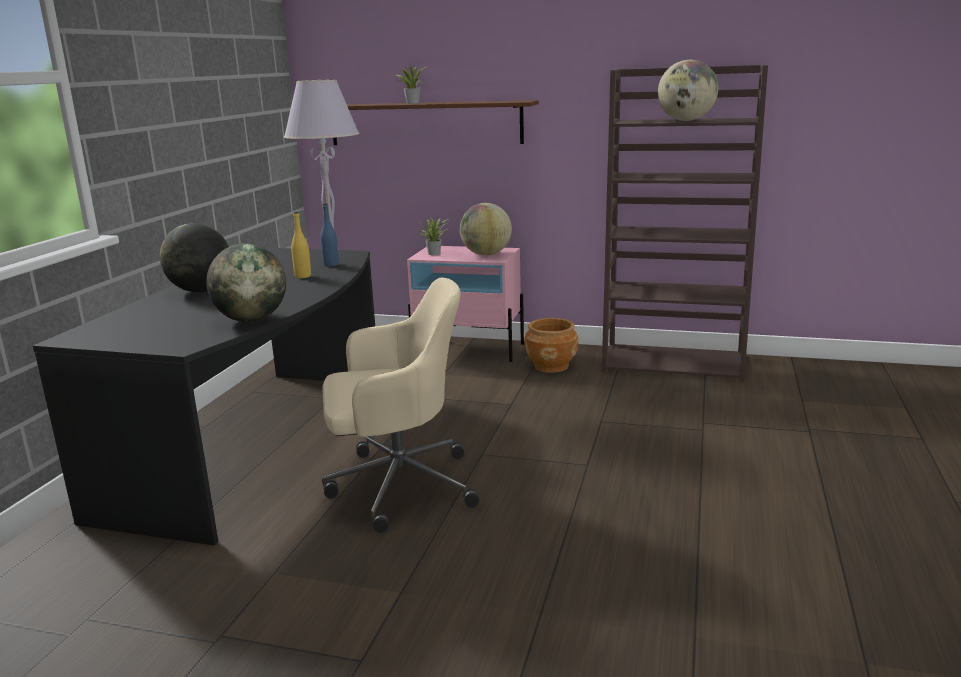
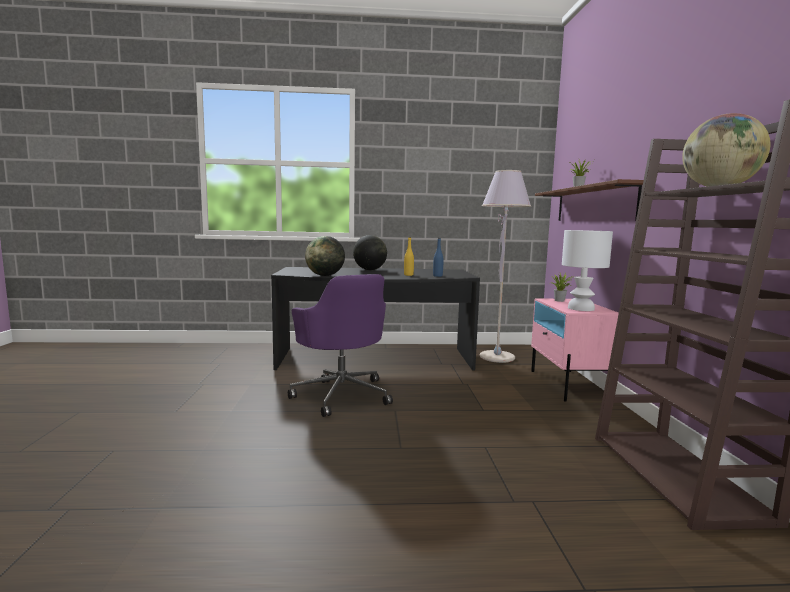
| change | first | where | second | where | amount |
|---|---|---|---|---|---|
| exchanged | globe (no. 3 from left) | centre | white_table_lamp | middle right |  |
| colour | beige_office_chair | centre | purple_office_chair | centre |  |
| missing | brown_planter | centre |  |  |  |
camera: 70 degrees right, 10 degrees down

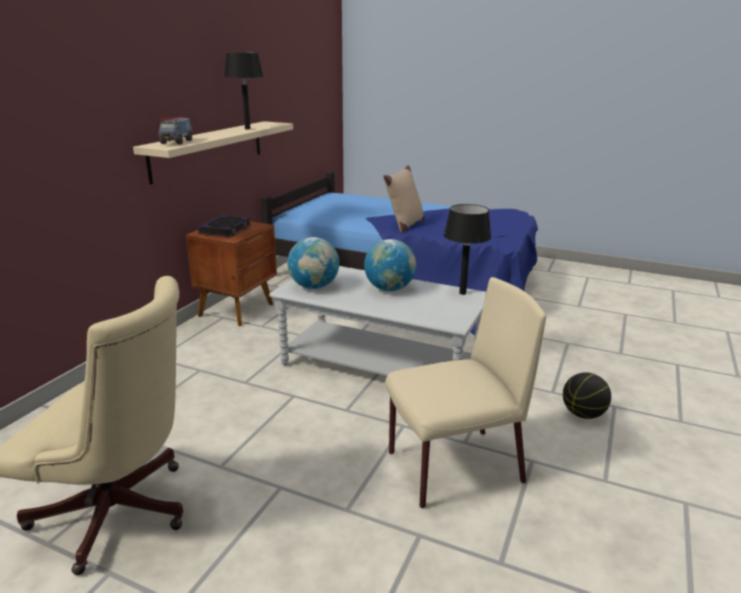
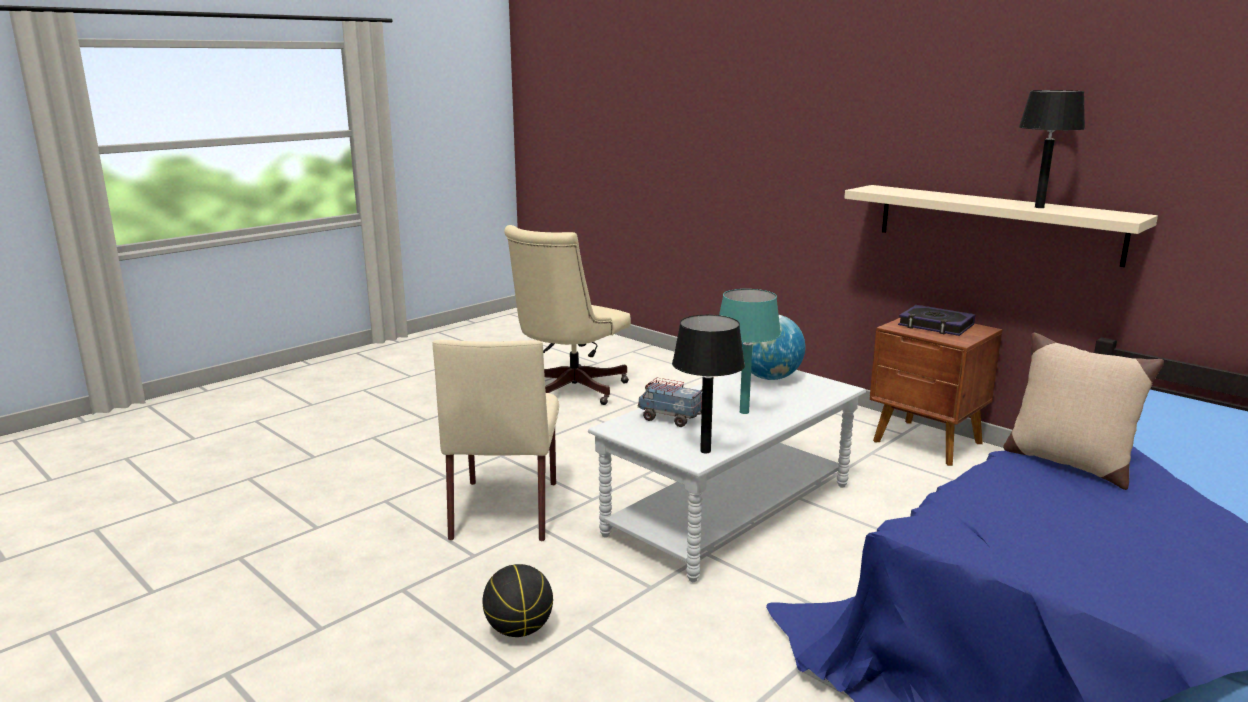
| change | first | where | second | where | amount |
|---|---|---|---|---|---|
| relocated | toy_truck | top left |  | centre |  |
| exchanged | globe (no. 2 from left) | centre | turquoise_table_lamp | centre |  |
camera: 110 degrees right, 5 degrees down

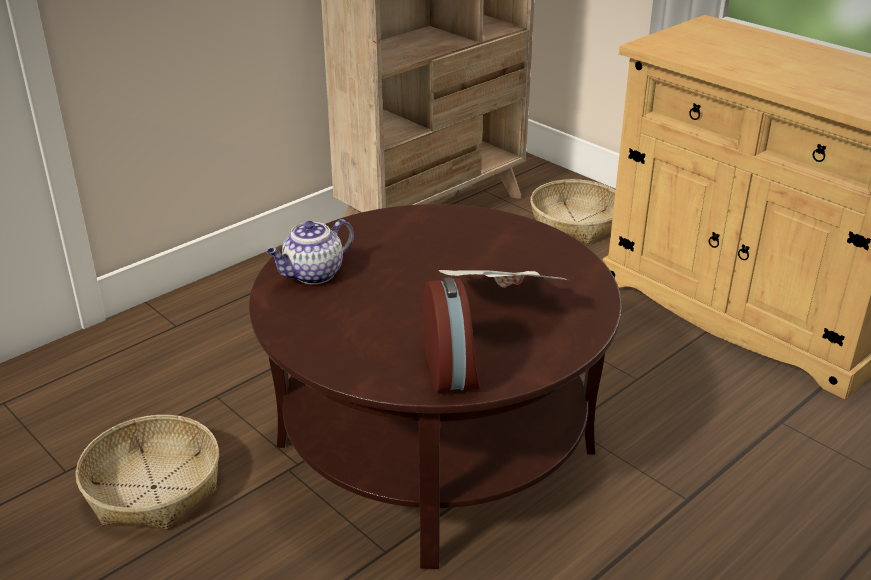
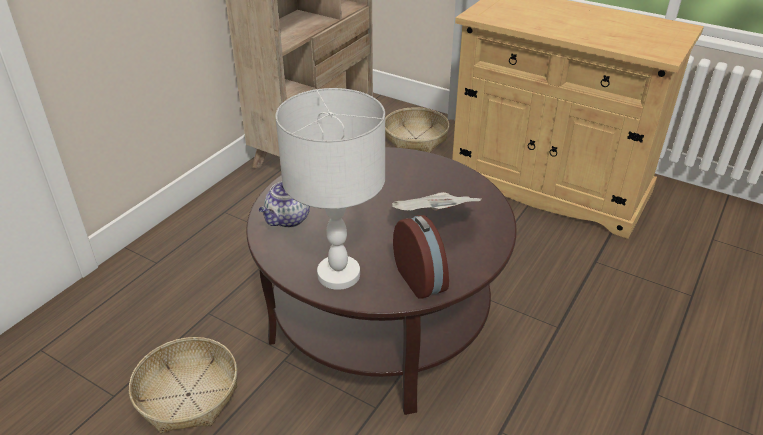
| change | first | where | second | where | amount |
|---|---|---|---|---|---|
| appeared |  |  | white_table_lamp | centre |  |
camera: 15 degrees left, 5 degrees up

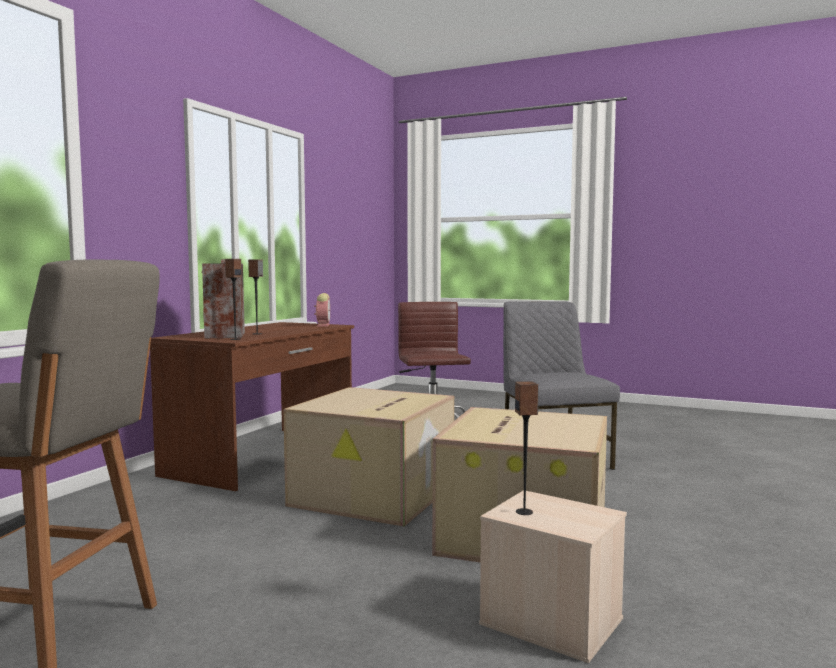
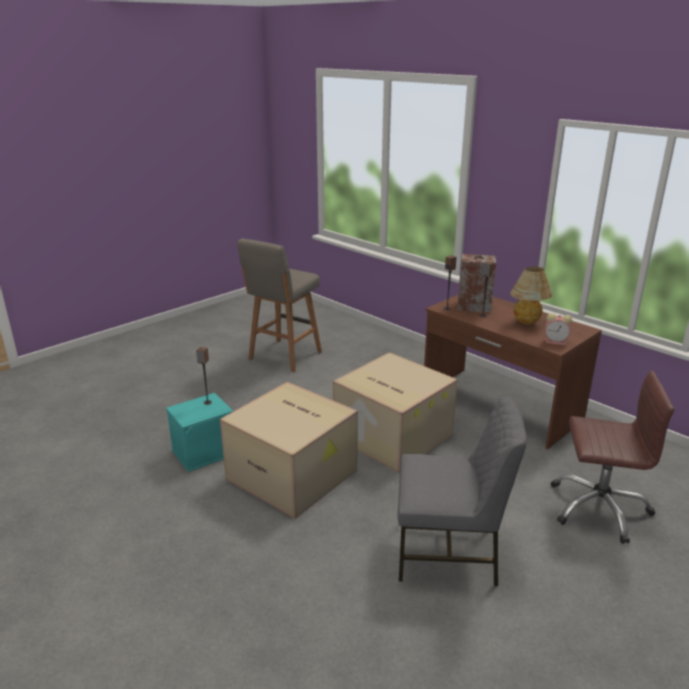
| change | first | where | second | where | amount |
|---|---|---|---|---|---|
| colour | beige_storage_box | bottom centre | turquoise_storage_box | middle left |  |
| appeared |  |  | table_lamp | middle right |  |
camera: 110 degrees right, 20 degrees up

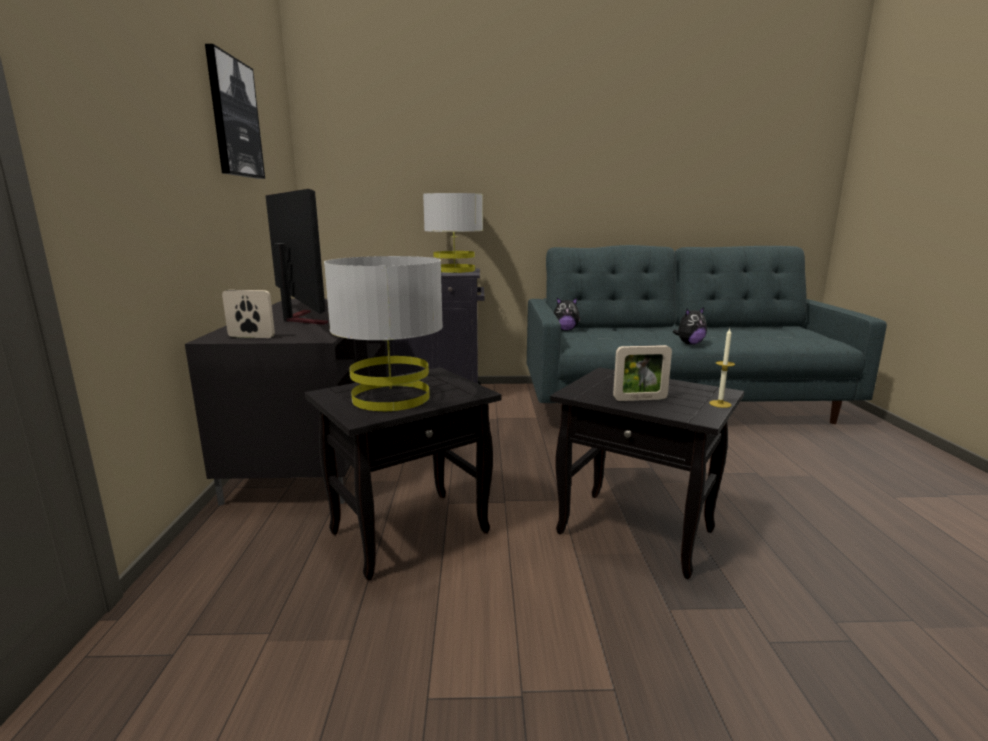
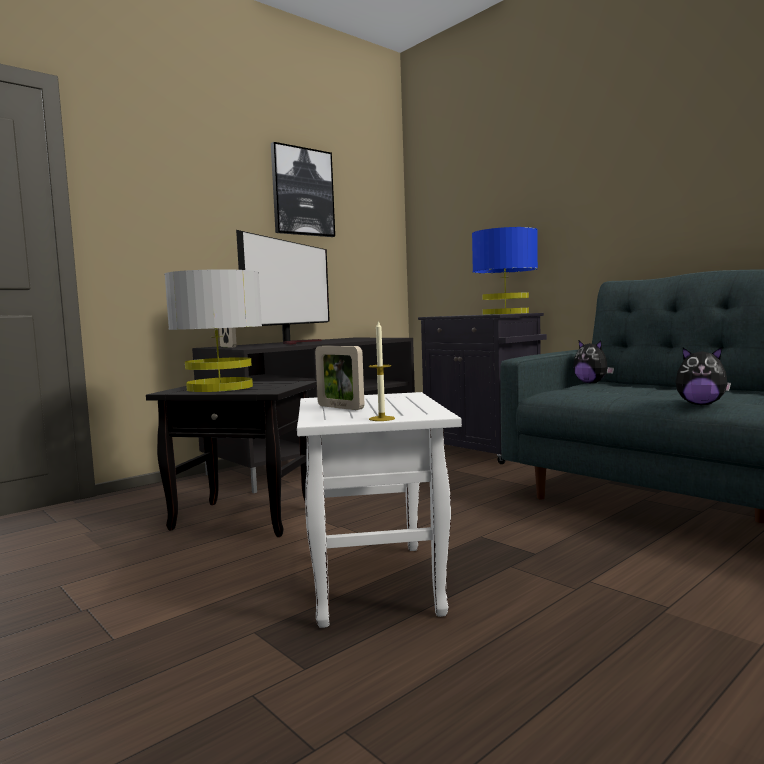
| change | first | where | second | where | amount |
|---|---|---|---|---|---|
| colour | grey_table_lamp (no. 2 from left) | top centre | blue_table_lamp | centre |  |
| colour | black_side_table (no. 2 from left) | centre | white_side_table | bottom centre |  |
camera: 50 degrees right, 10 degrees down

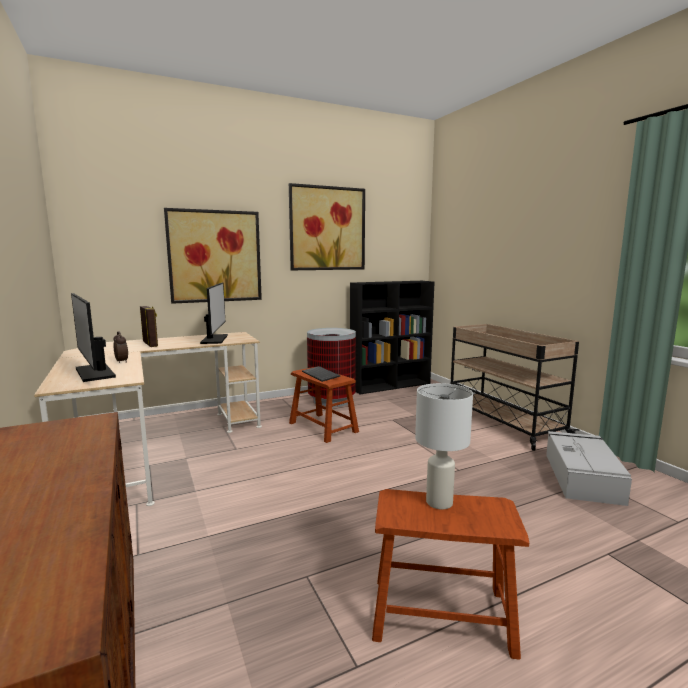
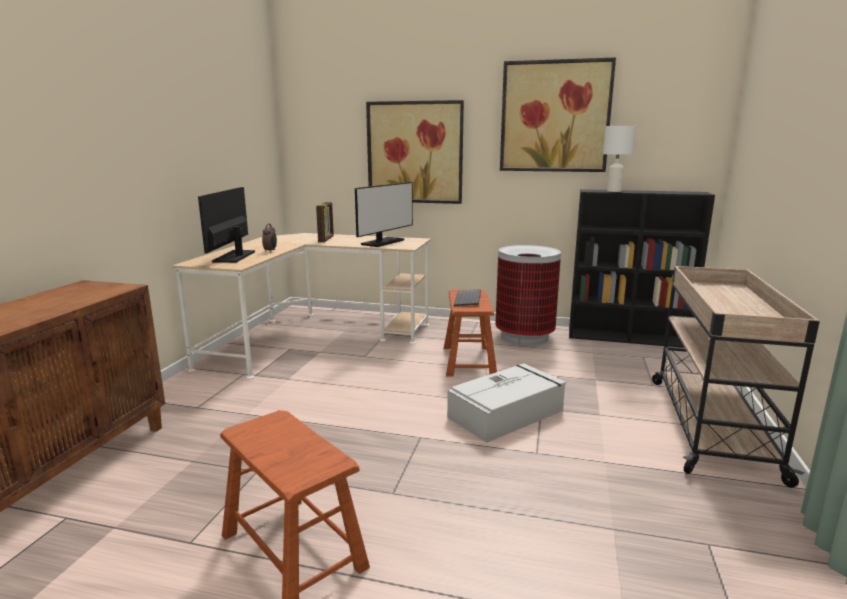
| change | first | where | second | where | amount |
|---|---|---|---|---|---|
| relocated | white_table_lamp | centre |  | top right |  |
| relocated | grey_storage_box | bottom right |  | bottom centre |  |
camera: 40 degrees right, 5 degrees up

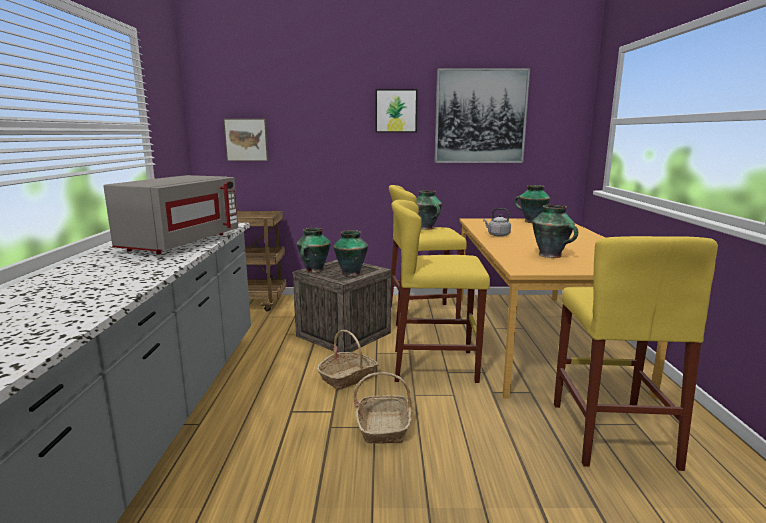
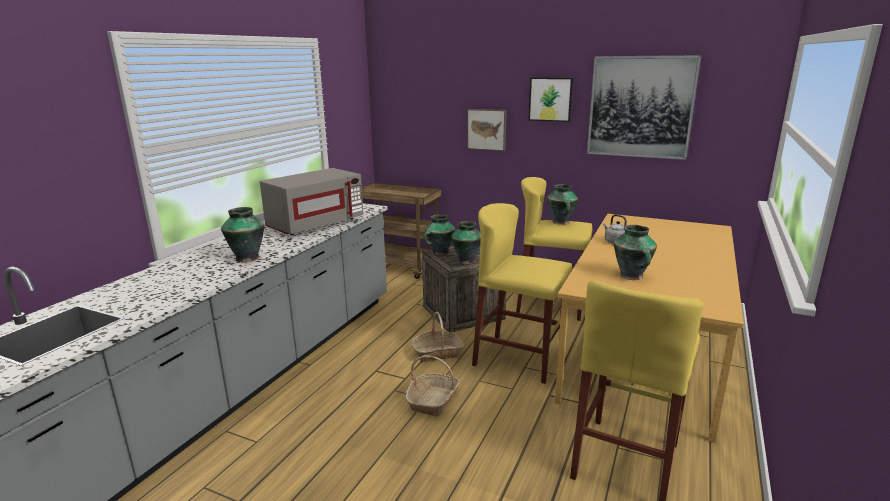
| change | first | where | second | where | amount |
|---|---|---|---|---|---|
| relocated | picture (no. 1 from left) | top left |  | top centre |  |
| relocated | vase (no. 4 from left in the first image) | middle right | vase (no. 1 from left) | middle left |  |
camera: 25 degrees right, 5 degrees up

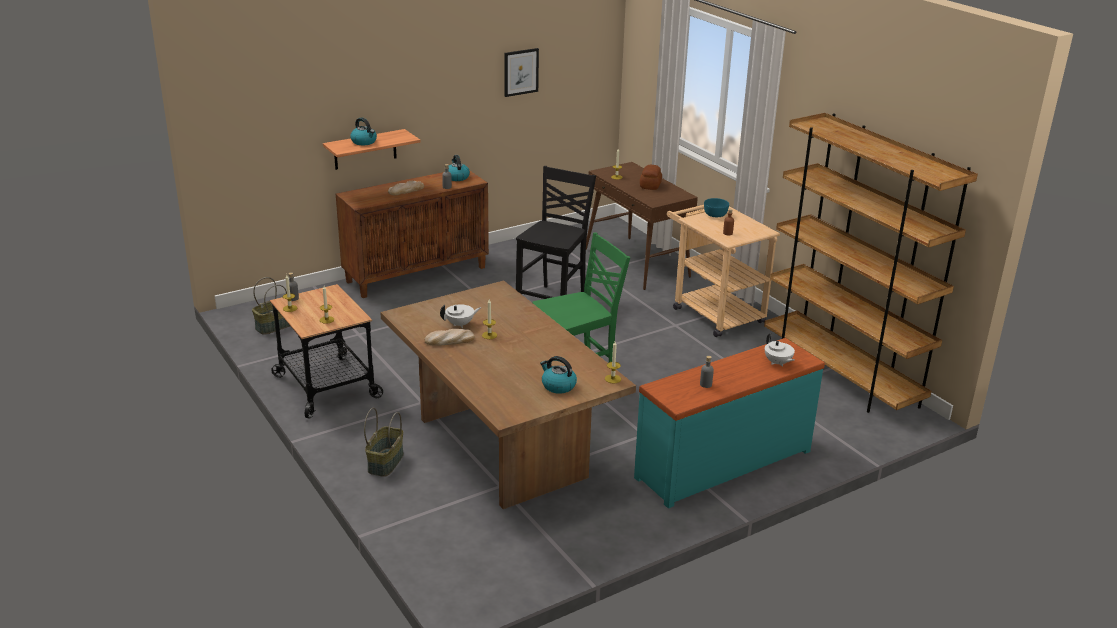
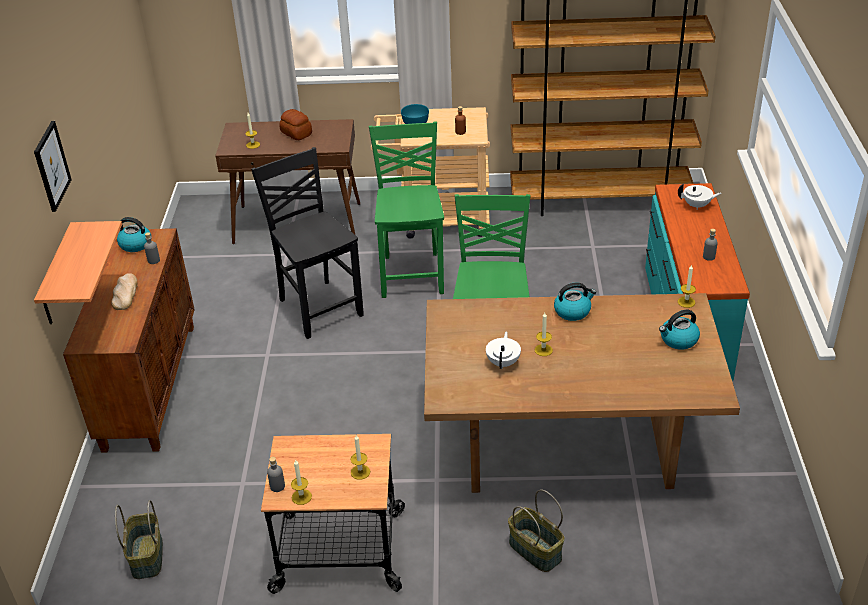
| change | first | where | second | where | amount |
|---|---|---|---|---|---|
| relocated | picture | top centre |  | top left |  |
| relocated | kettle (no. 1 from left in the first image) | top left | kettle (no. 2 from left) | centre |  |
| missing | bread (no. 2 from left) | centre |  |  |  |
| appeared |  |  | green_chair (no. 1 from left) | centre |  |
camera: 55 degrees left, 10 degrees up

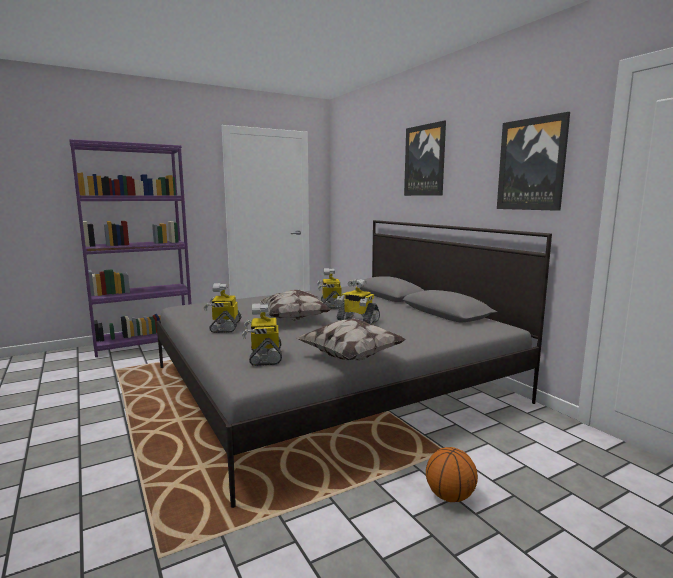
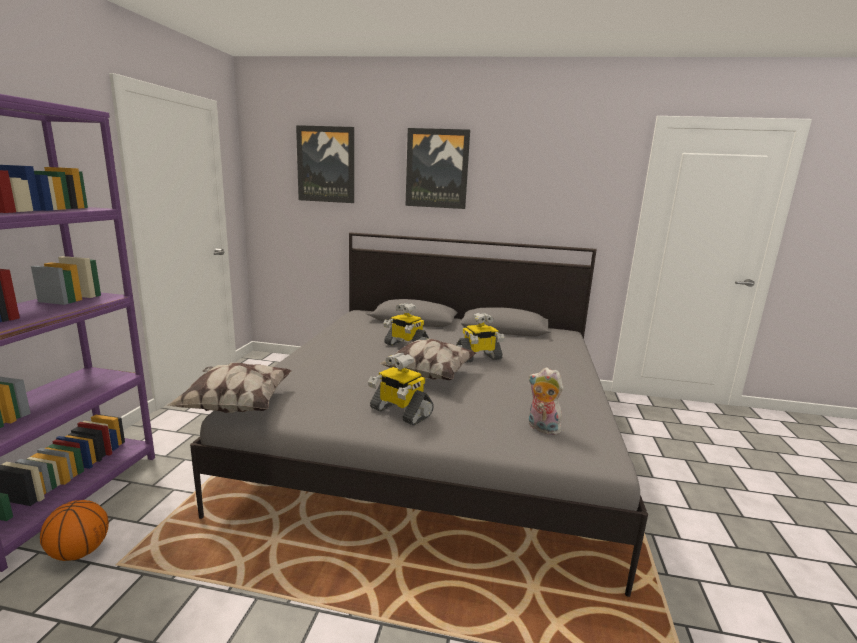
| change | first | where | second | where | amount |
|---|---|---|---|---|---|
| relocated | picture (no. 2 from left in the first image) | top right | picture (no. 1 from left) | top centre |  |
| exchanged | toy_robot (no. 2 from left) | centre | plush_toy | centre |  |
| relocated | pillow (no. 2 from left in the first image) | centre | pillow (no. 1 from left) | middle left |  |
| relocated | basketball | bottom right |  | bottom left |  |
camera: 50 degrees left, 5 degrees up

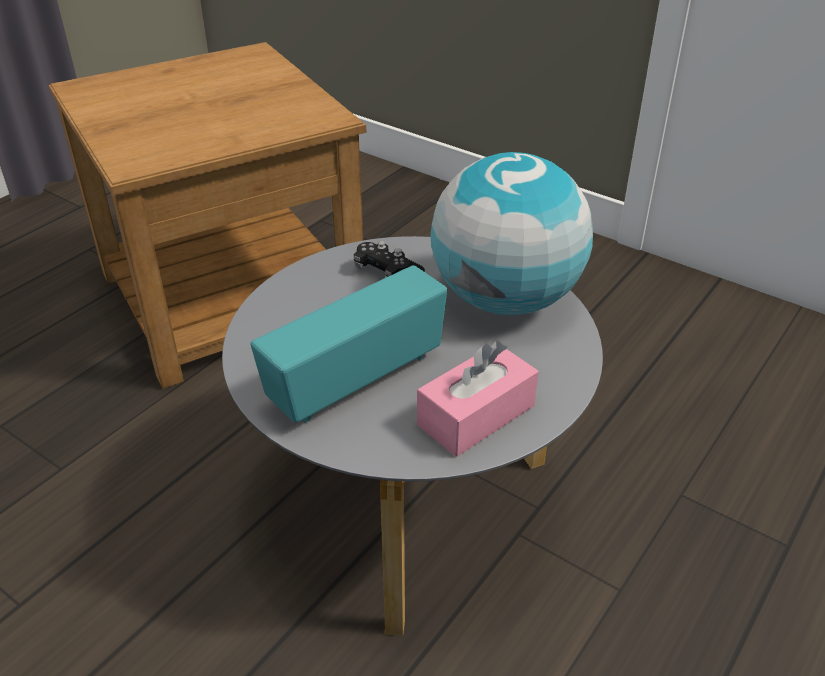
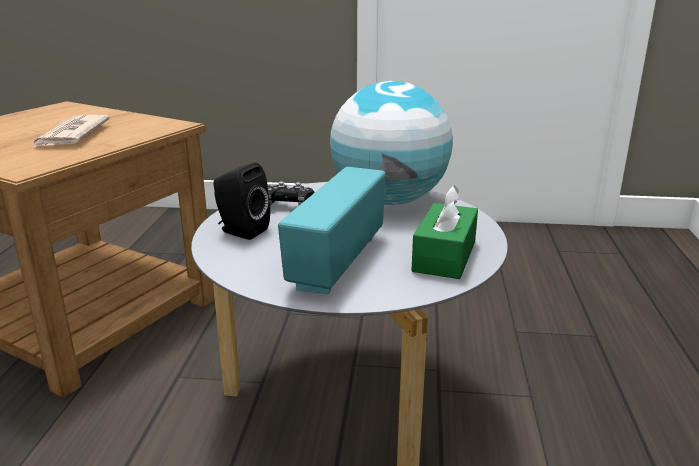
| change | first | where | second | where | amount |
|---|---|---|---|---|---|
| colour | pink_tissue_box | centre | green_tissue_box | centre |  |
| appeared |  |  | newspaper | top left |  |
| appeared |  |  | black_speaker | centre |  |
camera: 30 degrees left, 15 degrees down

